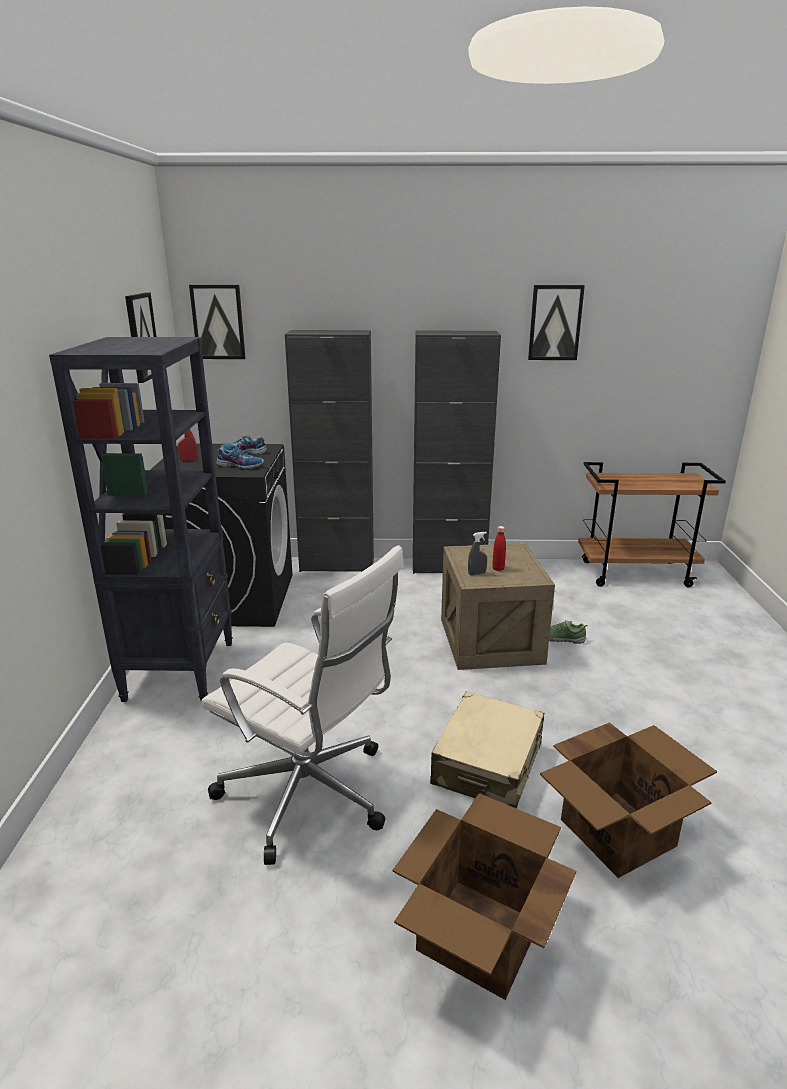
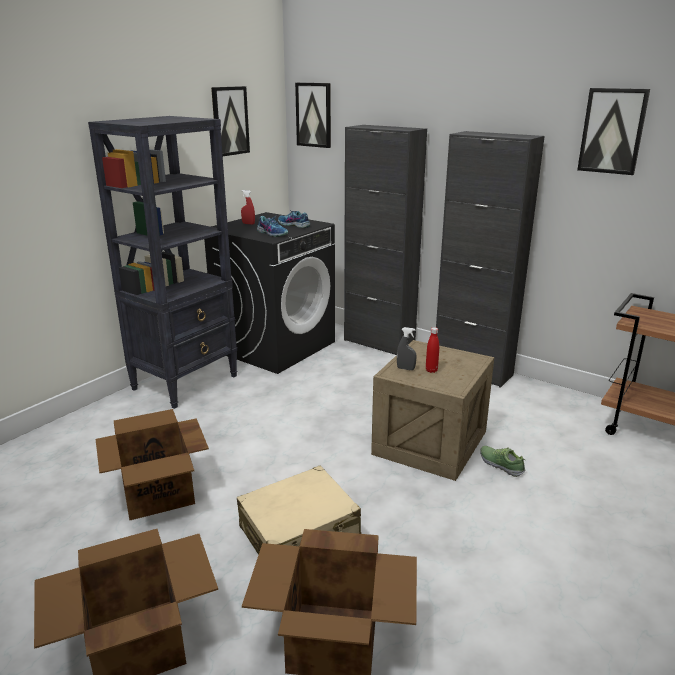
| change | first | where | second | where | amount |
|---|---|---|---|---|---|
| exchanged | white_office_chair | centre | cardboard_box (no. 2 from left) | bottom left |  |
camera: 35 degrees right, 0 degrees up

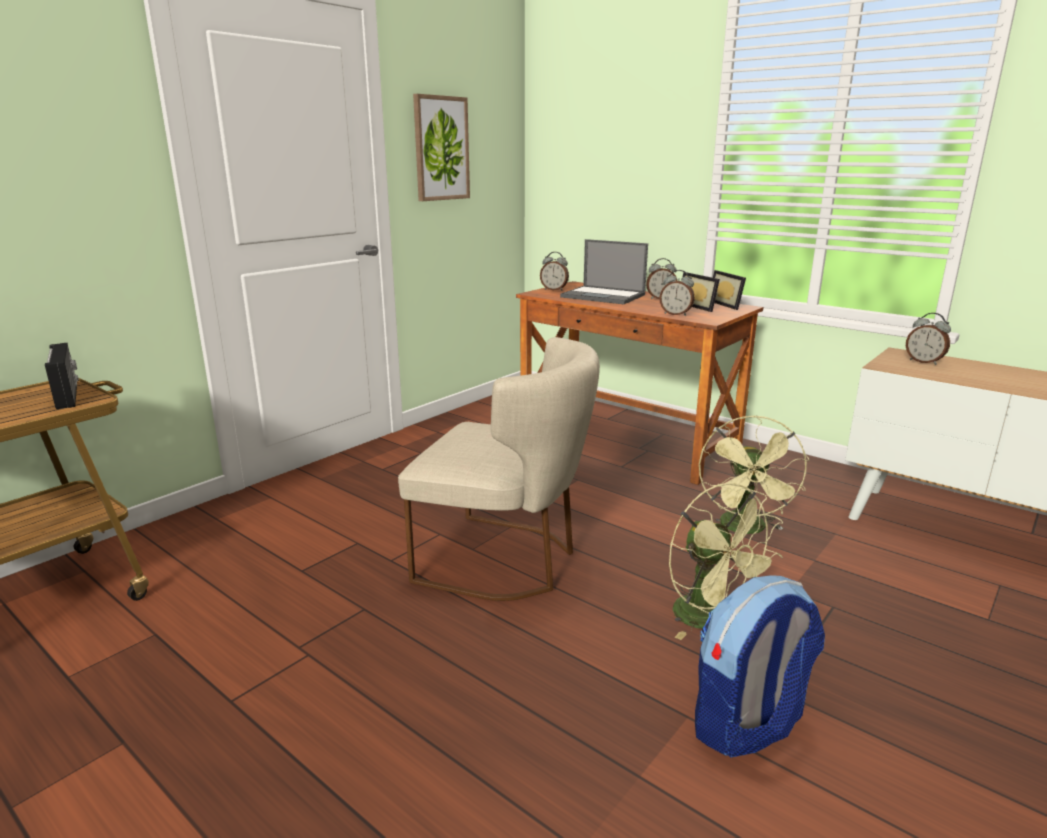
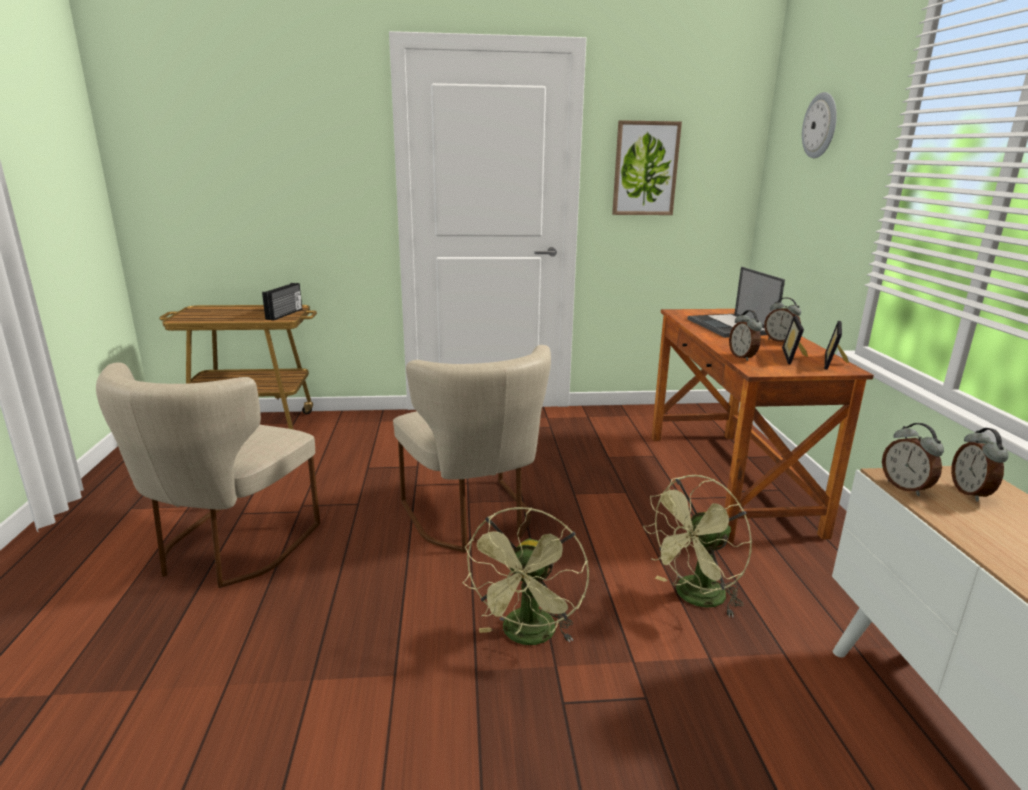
| change | first | where | second | where | amount |
|---|---|---|---|---|---|
| relocated | alarm_clock (no. 1 from left in the first image) | top centre | alarm_clock (no. 3 from left) | middle right |  |
| missing | backpack | bottom right |  |  |  |
| appeared |  |  | wall_clock | top right |  |
| appeared |  |  | beige_chair (no. 1 from left) | middle left |  |
camera: 45 degrees right, 0 degrees up

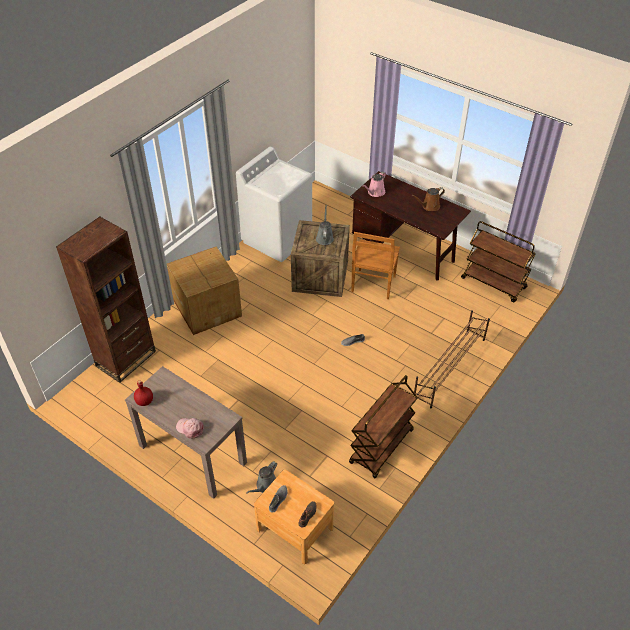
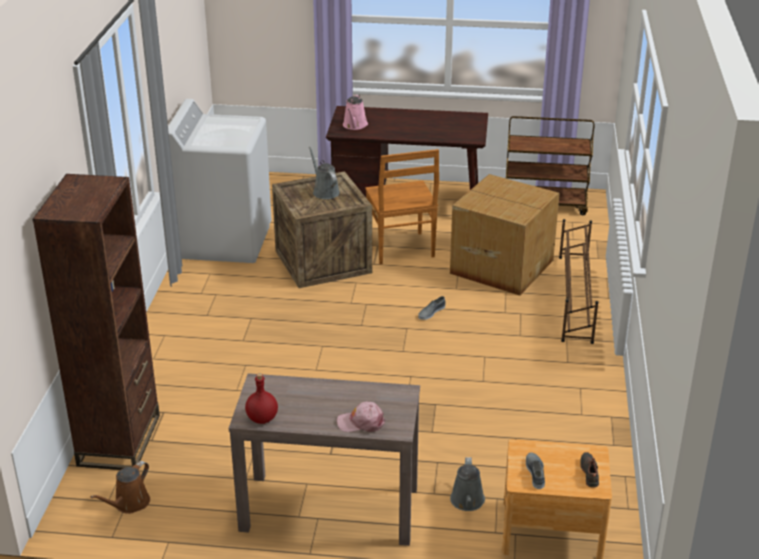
| change | first | where | second | where | amount |
|---|---|---|---|---|---|
| relocated | brown_watering_can | top right |  | bottom left |  |
| relocated | cardboard_box | middle left |  | centre |  |
| missing | brown_cart (no. 1 from left) | bottom centre |  |  |  |
camera: 30 degrees left, 15 degrees down

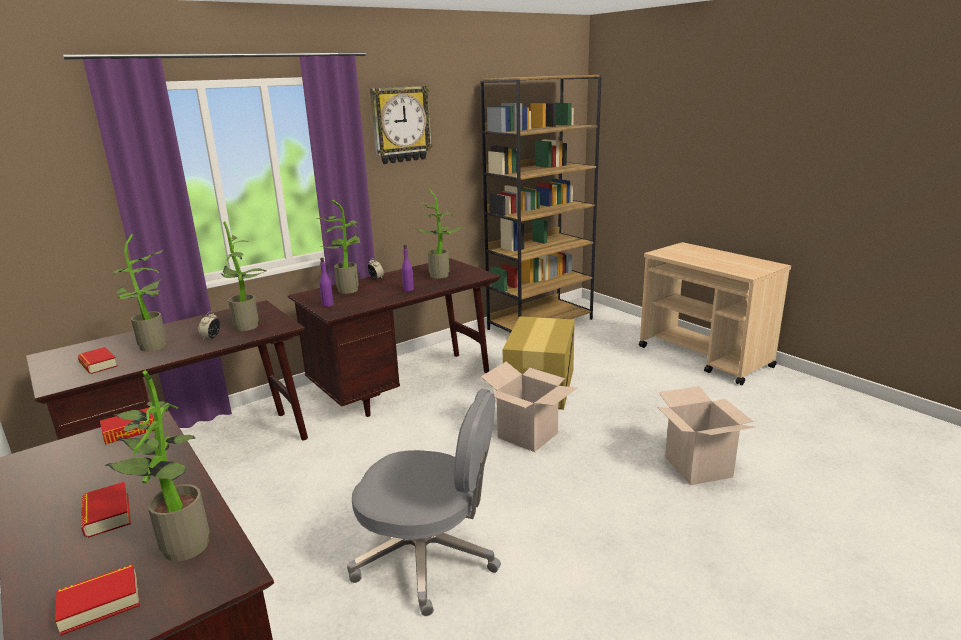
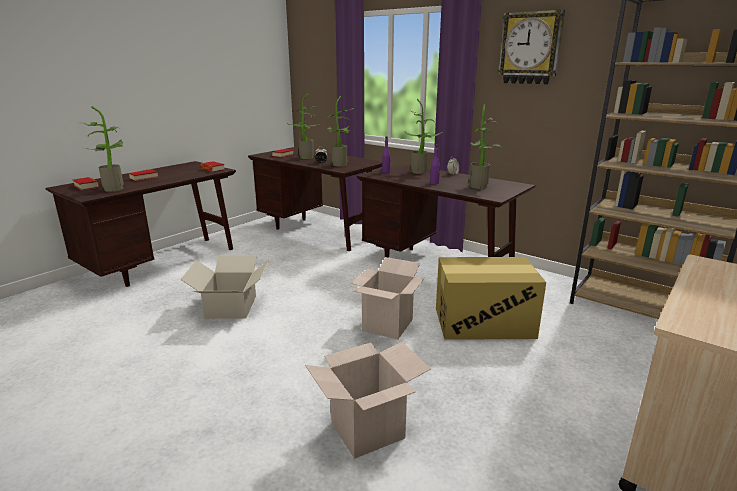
| change | first | where | second | where | amount |
|---|---|---|---|---|---|
| exchanged | grey_office_chair | bottom centre | cardboard_box (no. 1 from left) | middle left |  |
camera: 75 degrees right, 0 degrees up

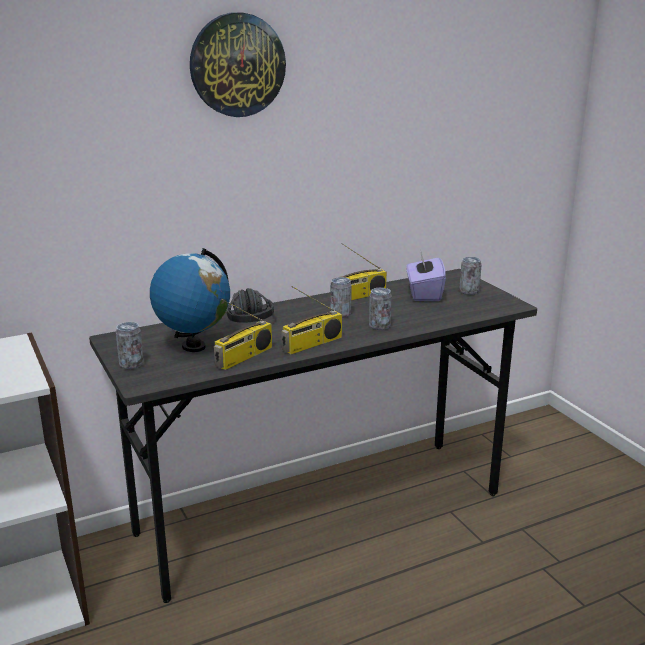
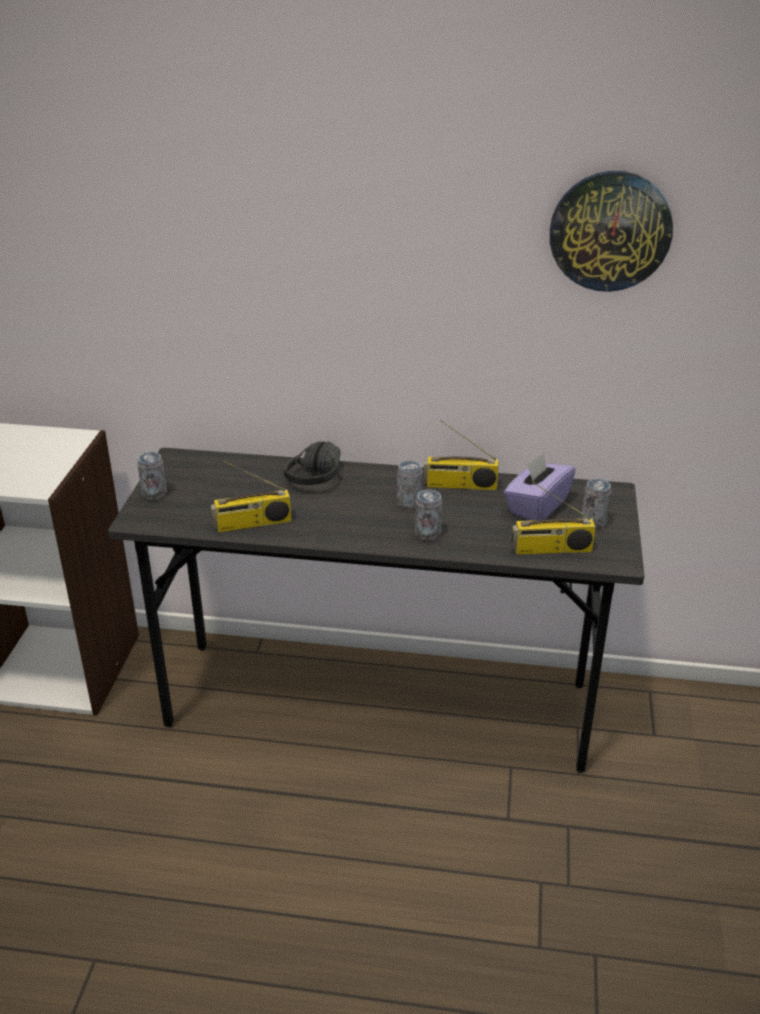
| change | first | where | second | where | amount |
|---|---|---|---|---|---|
| relocated | wall_clock | top centre |  | top right |  |
| missing | globe | middle left |  |  |  |
| relocated | radio (no. 2 from left in the first image) | centre | radio (no. 3 from left) | middle right |  |
camera: 35 degrees right, 10 degrees up

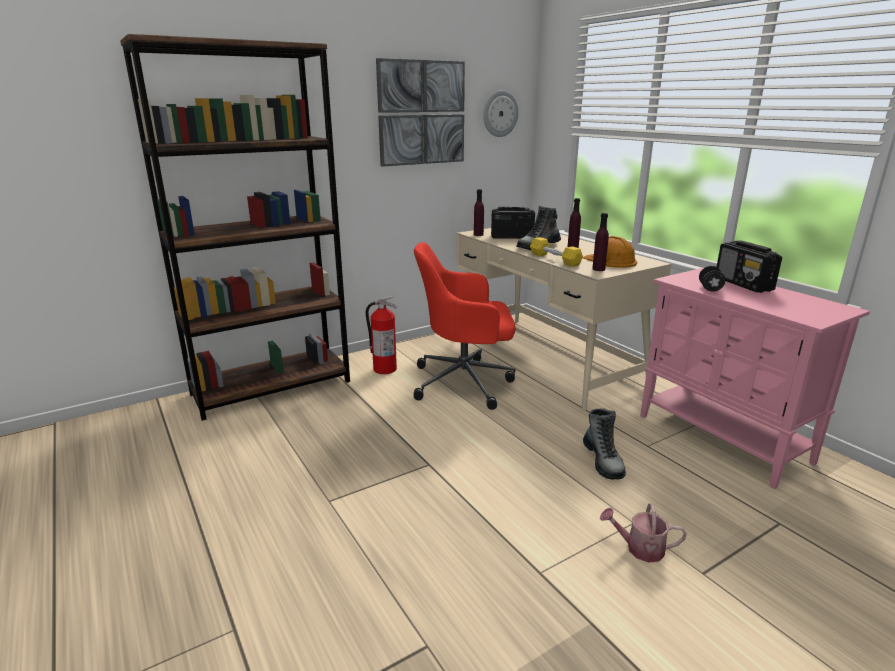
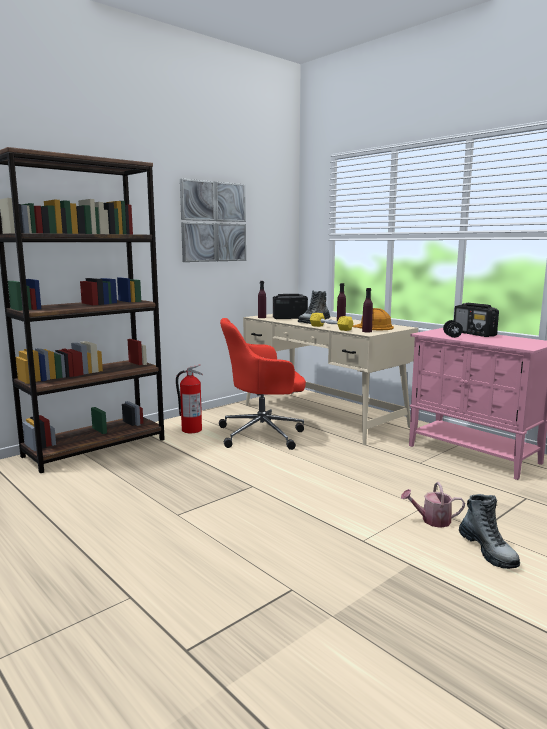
| change | first | where | second | where | amount |
|---|---|---|---|---|---|
| missing | wall_clock | top centre |  |  |  |
| relocated | boot (no. 2 from left) | middle right |  | bottom right |  |
camera: 10 degrees left, 10 degrees down

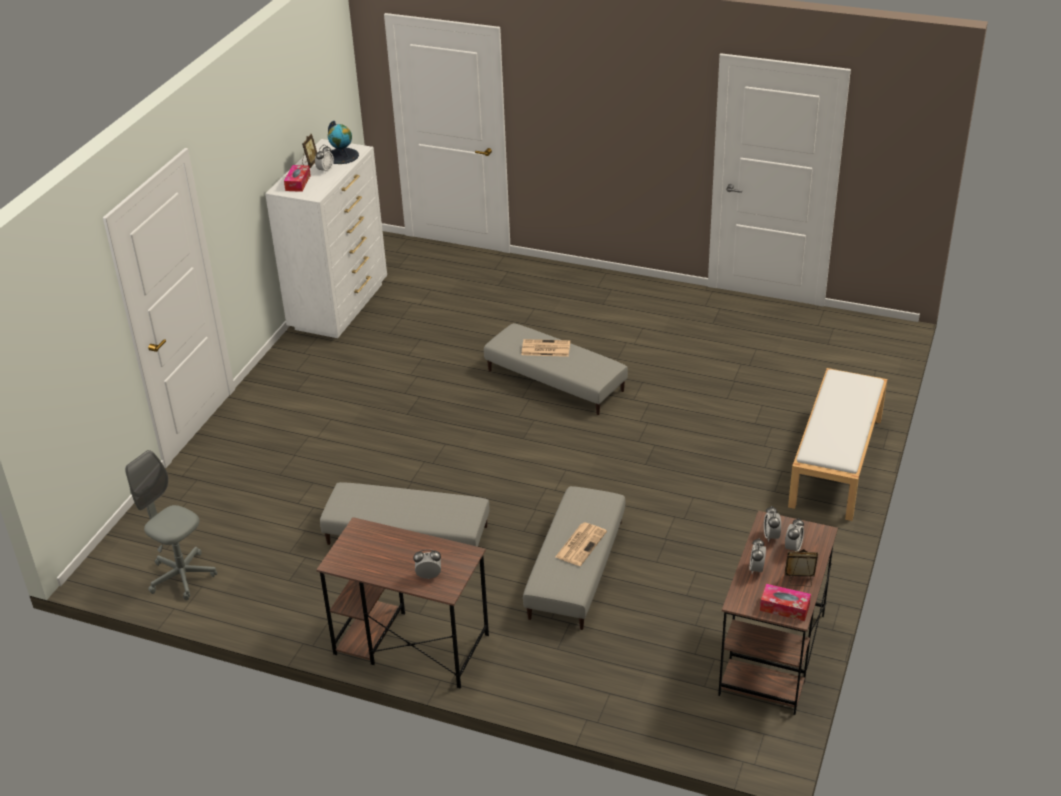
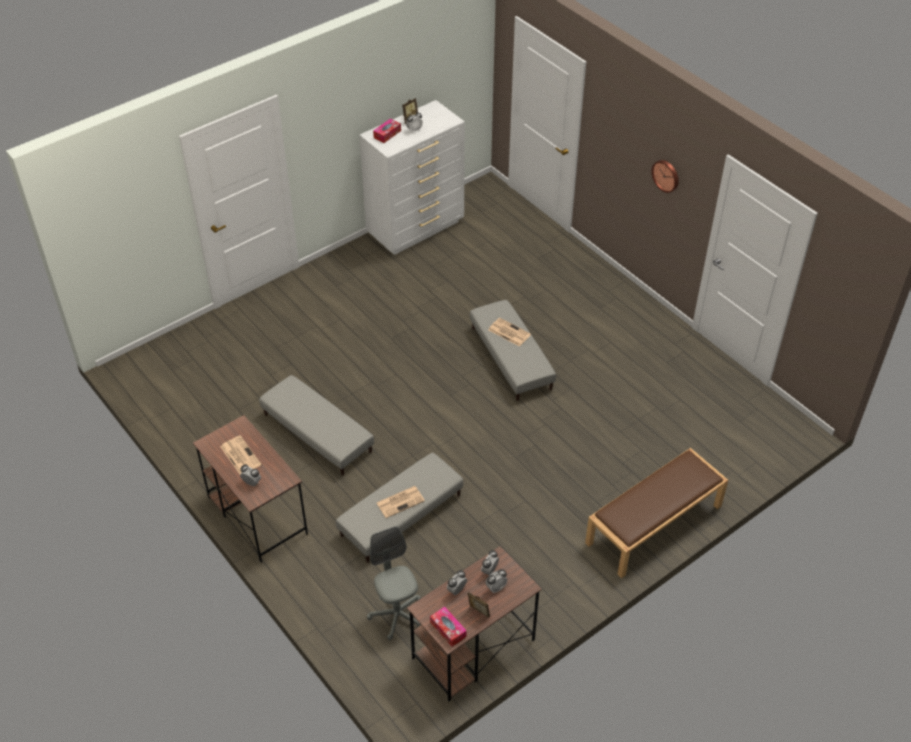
| change | first | where | second | where | amount |
|---|---|---|---|---|---|
| missing | globe | top left |  |  |  |
| colour | white_bench | middle right | brown_bench | bottom right |  |
| relocated | grey_office_chair | middle left |  | bottom centre |  |
| appeared |  |  | wall_clock | top right |  |
| appeared |  |  | newspaper (no. 1 from left) | middle left |  |
camera: 30 degrees right, 10 degrees up

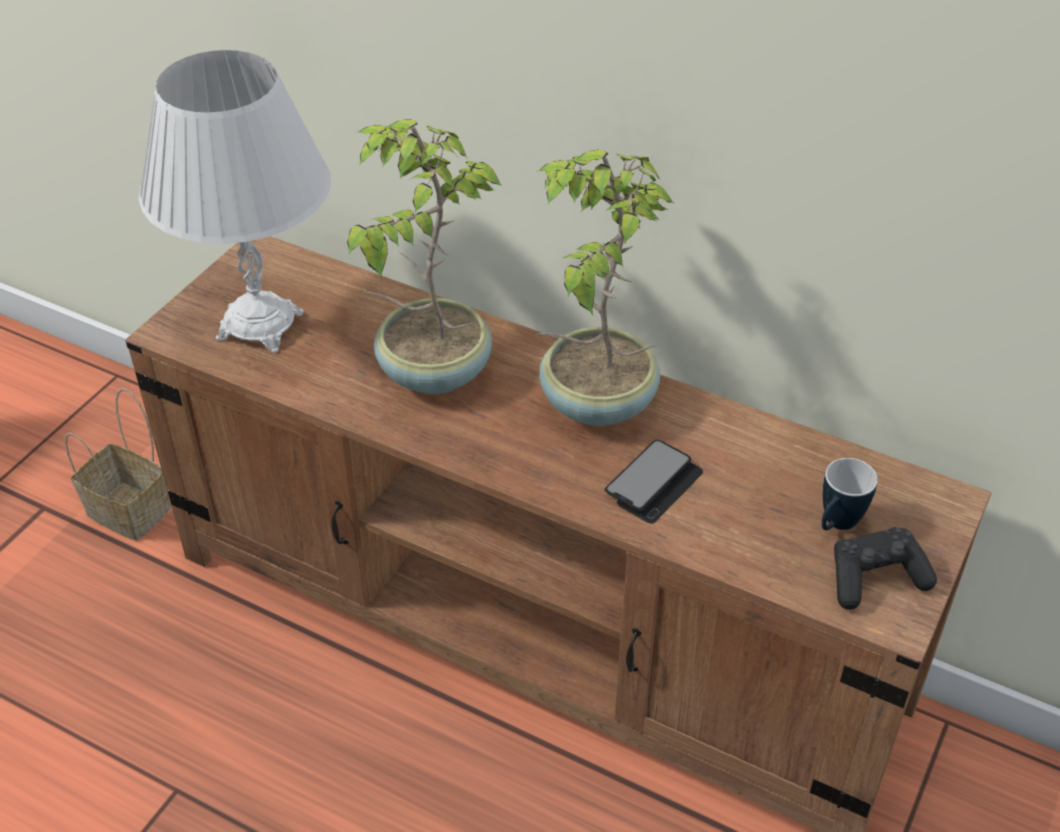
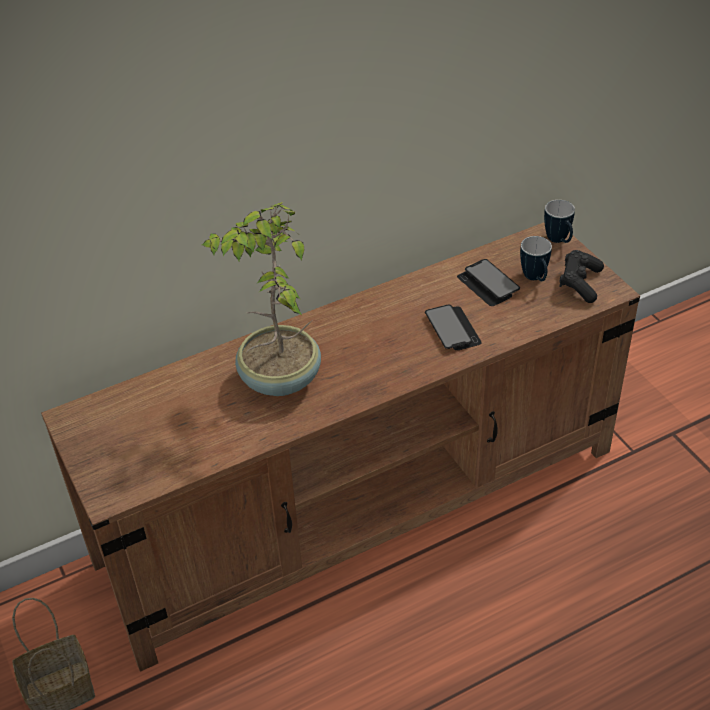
| change | first | where | second | where | amount |
|---|---|---|---|---|---|
| missing | white_table_lamp | top left |  |  |  |
| missing | potted_plant (no. 2 from left) | centre |  |  |  |
| appeared |  |  | mug (no. 2 from left) | top right |  |
| appeared |  |  | phone (no. 2 from left) | middle right |  |
camera: 55 degrees left, 0 degrees up

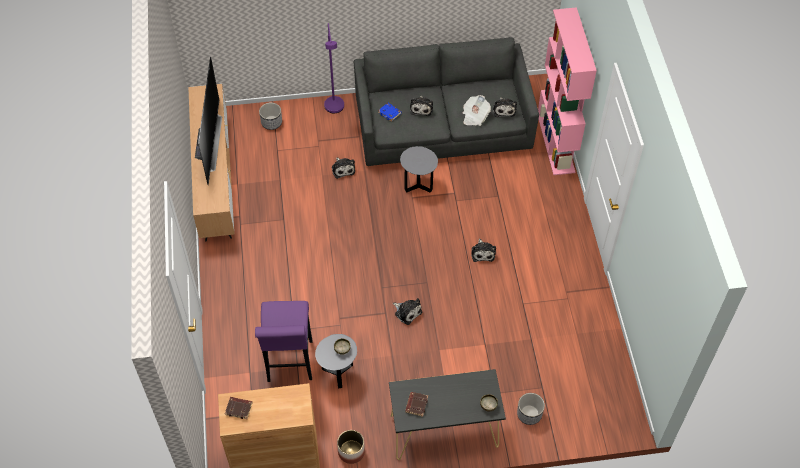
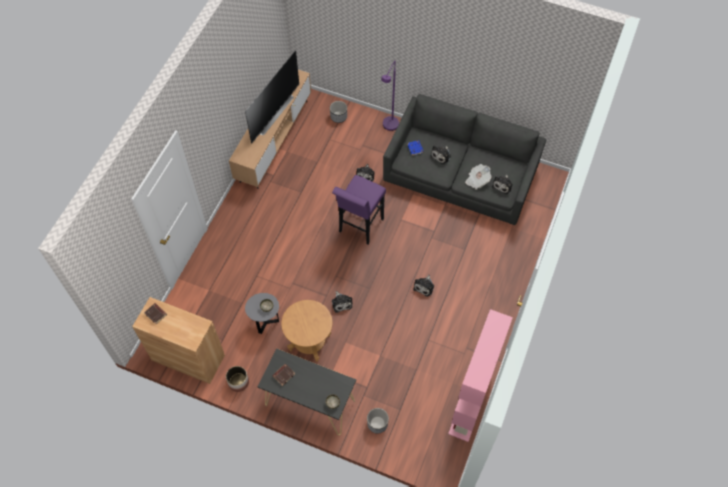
| change | first | where | second | where | amount |
|---|---|---|---|---|---|
| relocated | pink_bookcase | top right |  | bottom centre |  |
| missing | grey_side_table (no. 2 from left) | centre |  |  |  |
| relocated | purple_stool | bottom centre |  | centre |  |
| appeared |  |  | brown_side_table | bottom centre |  |
camera: 30 degrees right, 5 degrees up

